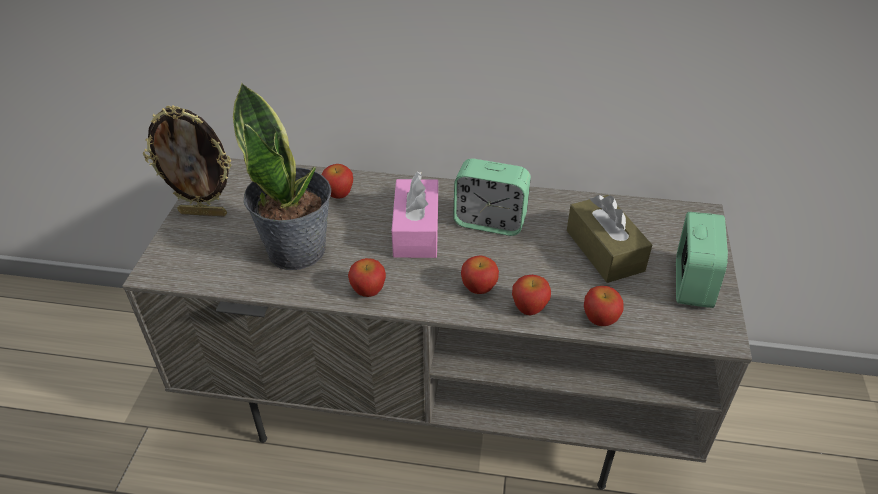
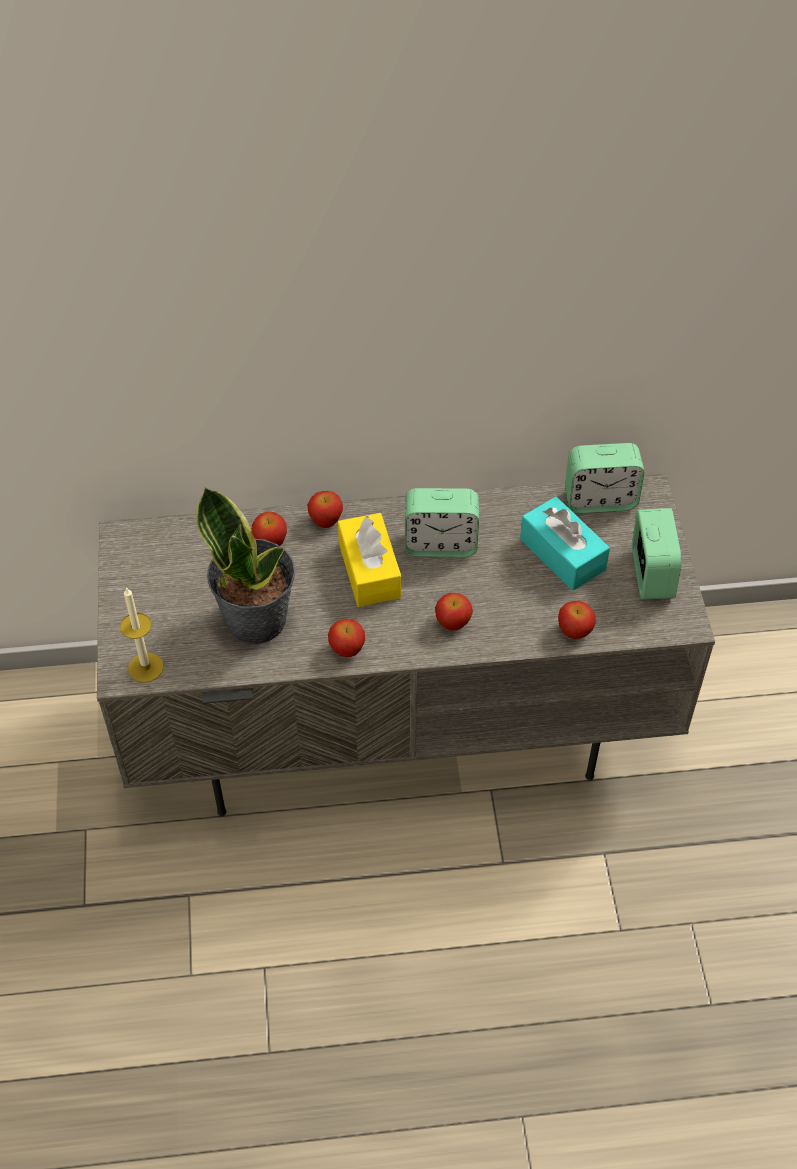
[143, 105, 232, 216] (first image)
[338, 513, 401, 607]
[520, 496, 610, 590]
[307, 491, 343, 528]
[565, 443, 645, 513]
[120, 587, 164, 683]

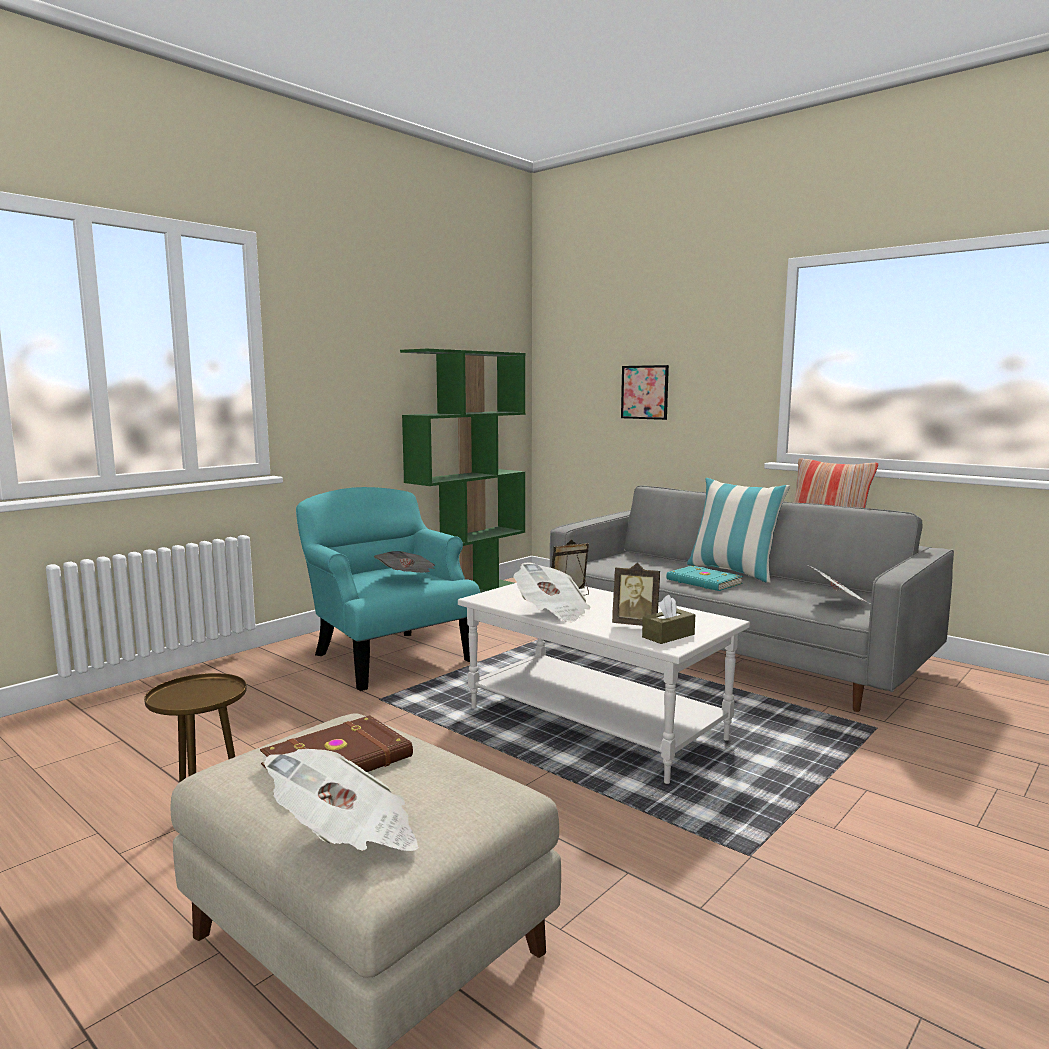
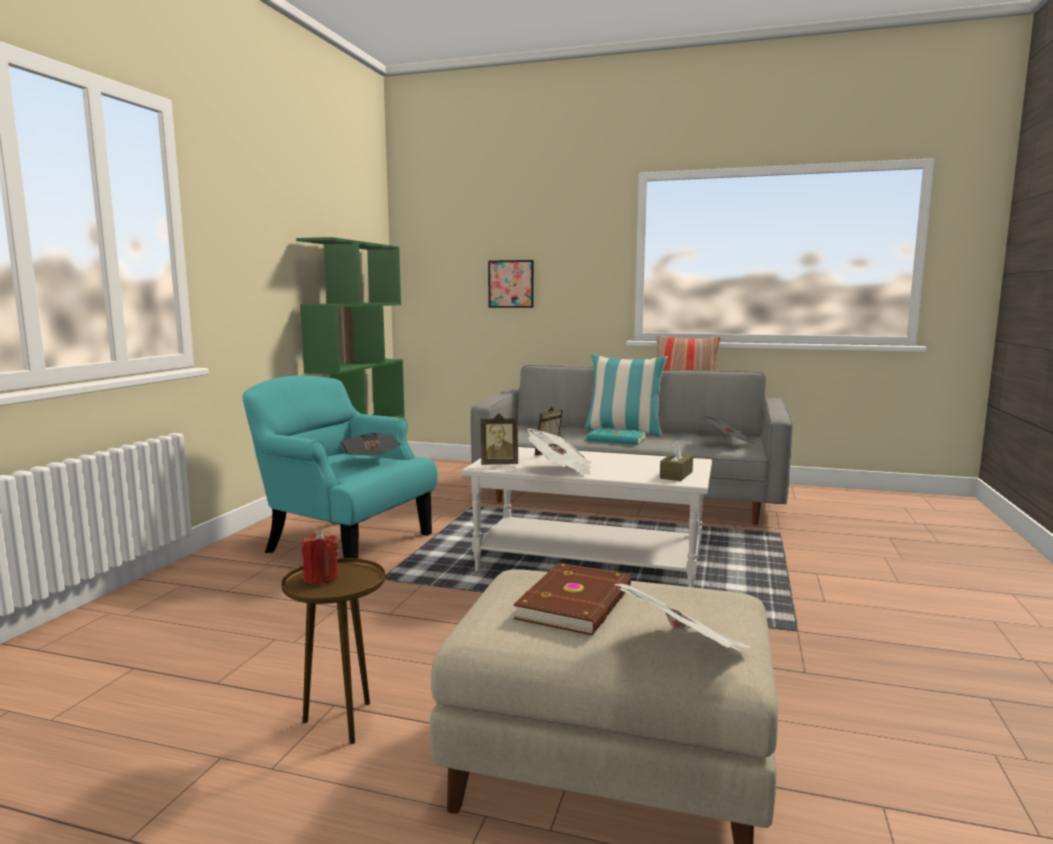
[480, 413, 518, 465]
[302, 531, 338, 584]

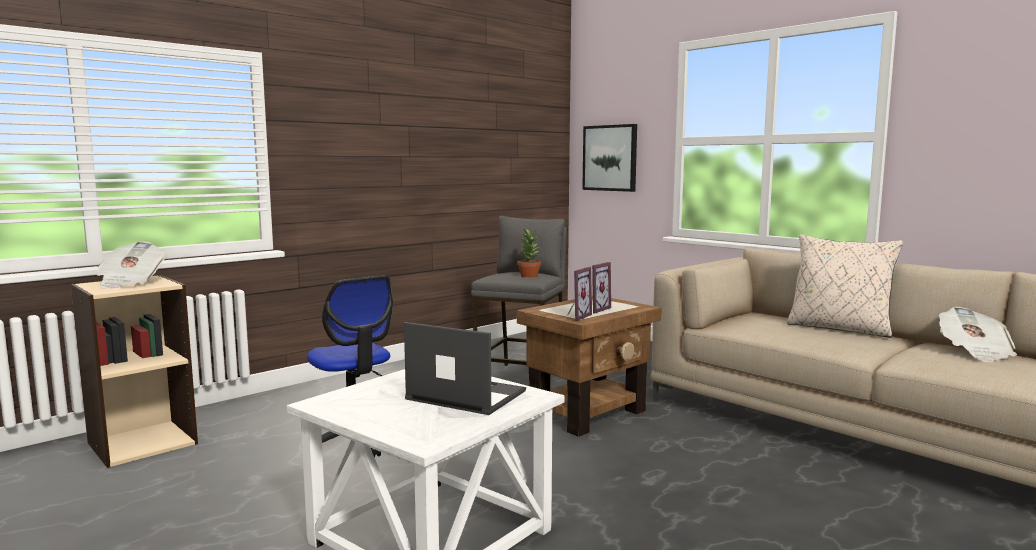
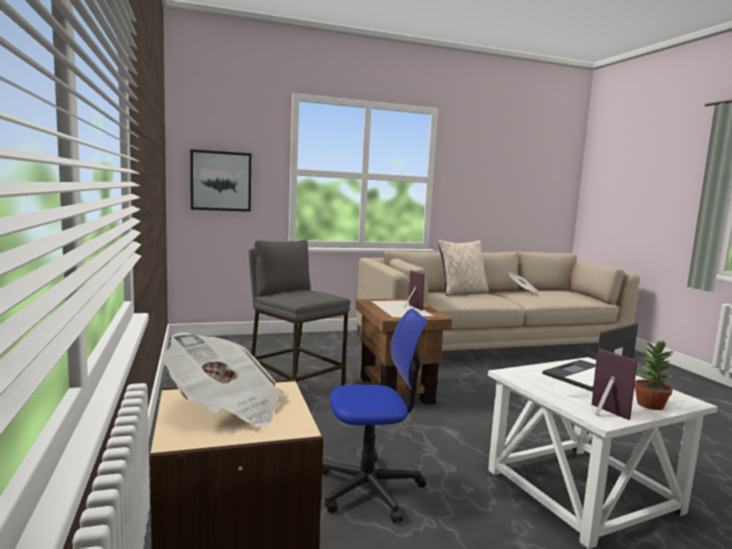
[634, 340, 674, 410]
[592, 349, 637, 420]

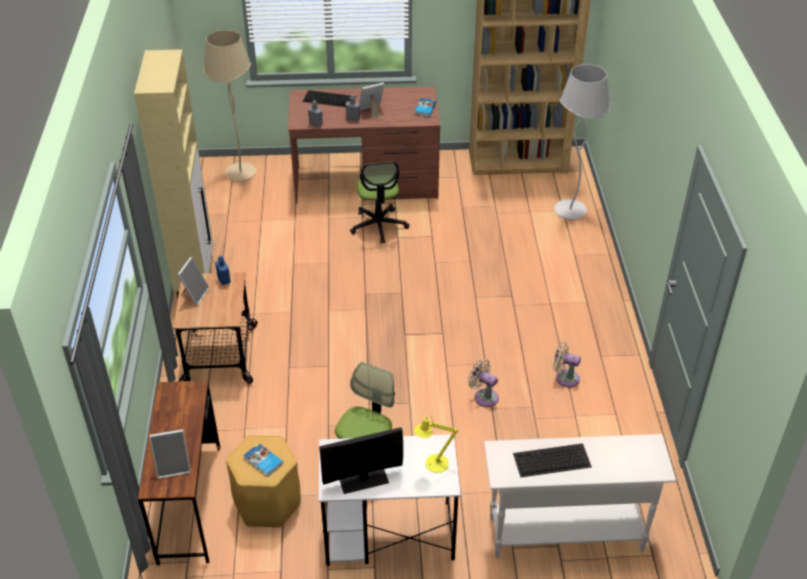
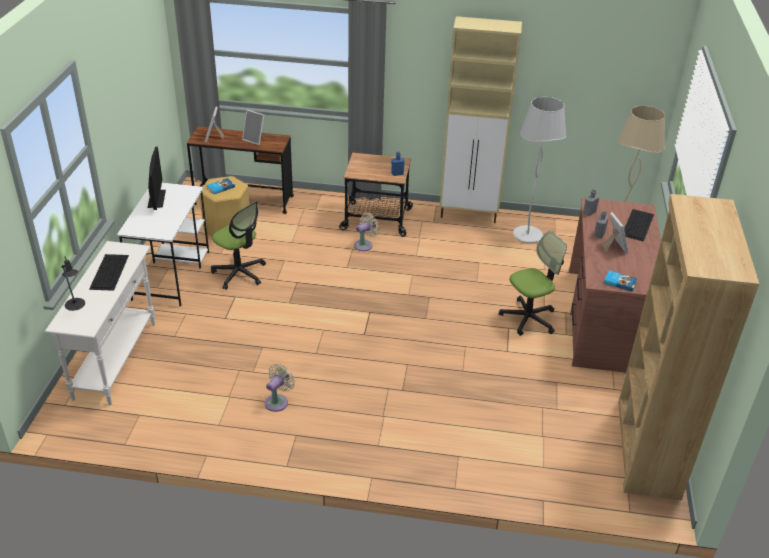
[513, 97, 566, 243]
[499, 231, 567, 336]
[242, 110, 264, 145]
[354, 213, 379, 251]
[414, 415, 458, 473] (first image)
[61, 257, 85, 311]

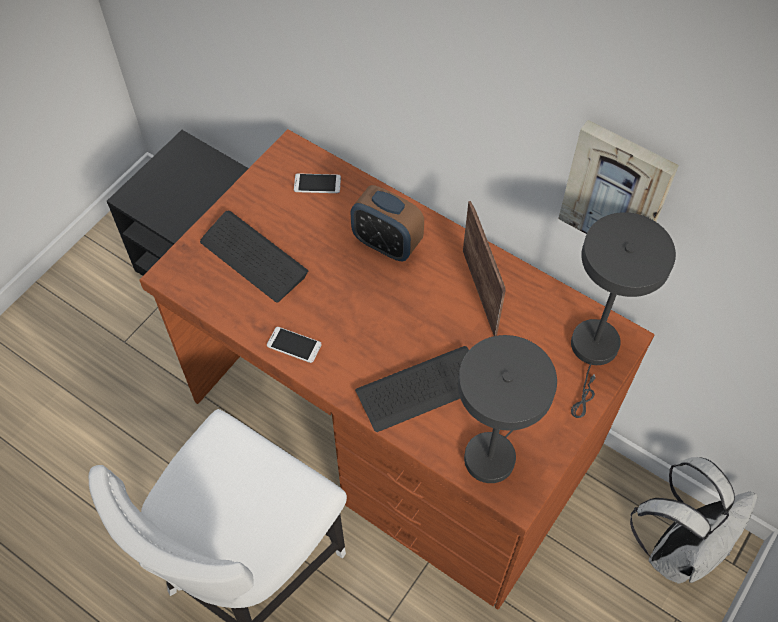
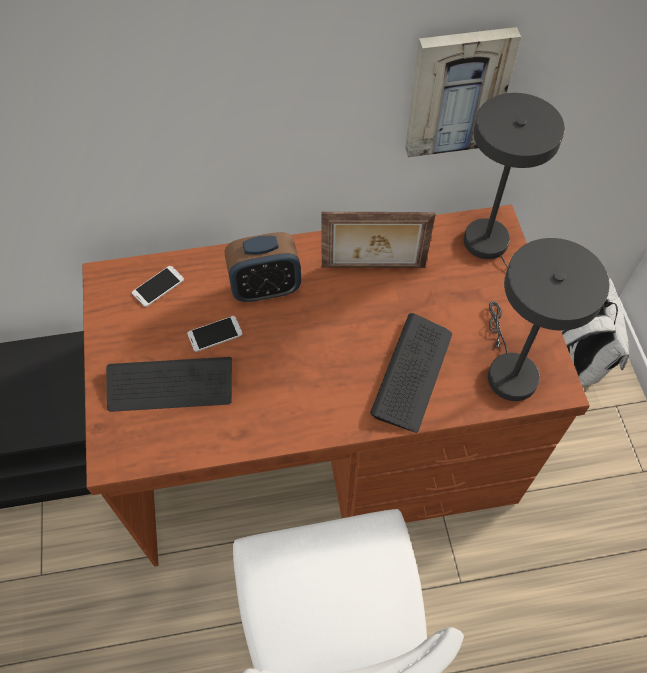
[321, 212, 436, 268]
[187, 316, 243, 352]

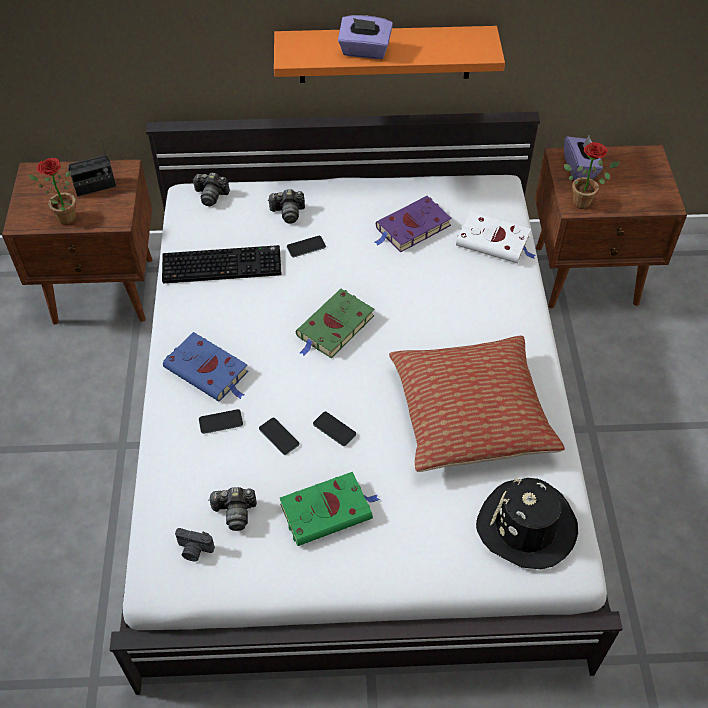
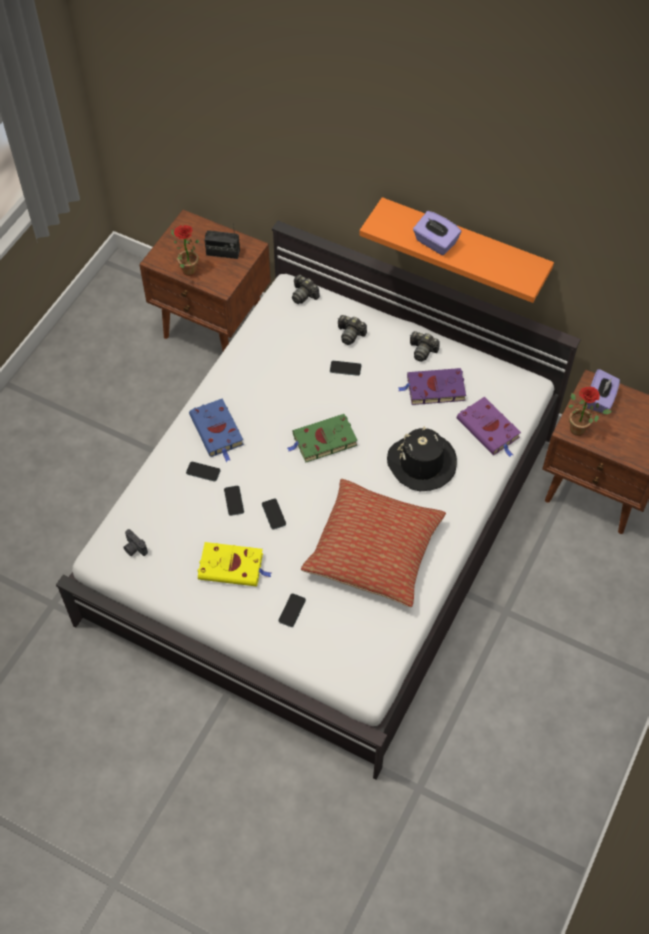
[457, 397, 521, 457]
[162, 245, 282, 284] (first image)
[198, 542, 271, 587]
[387, 426, 457, 491]
[410, 331, 440, 362]
[278, 594, 306, 627]

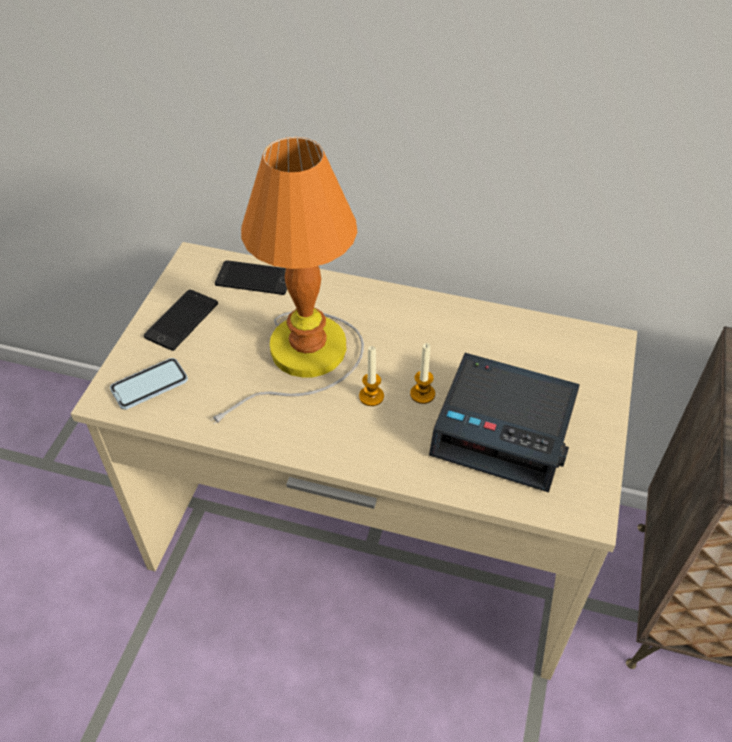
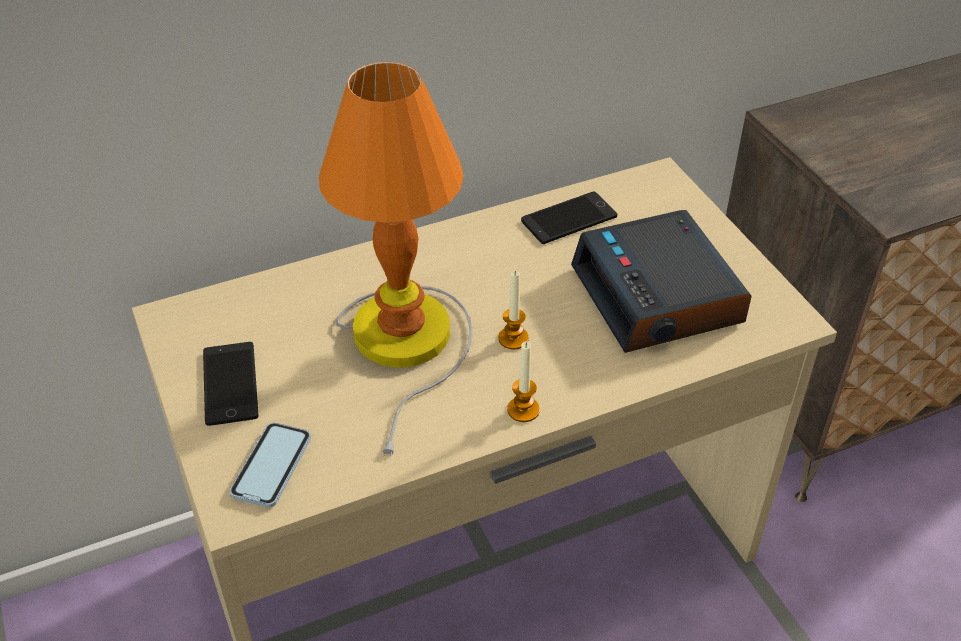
[521, 192, 617, 244]
[507, 341, 540, 422]
[571, 210, 752, 353]

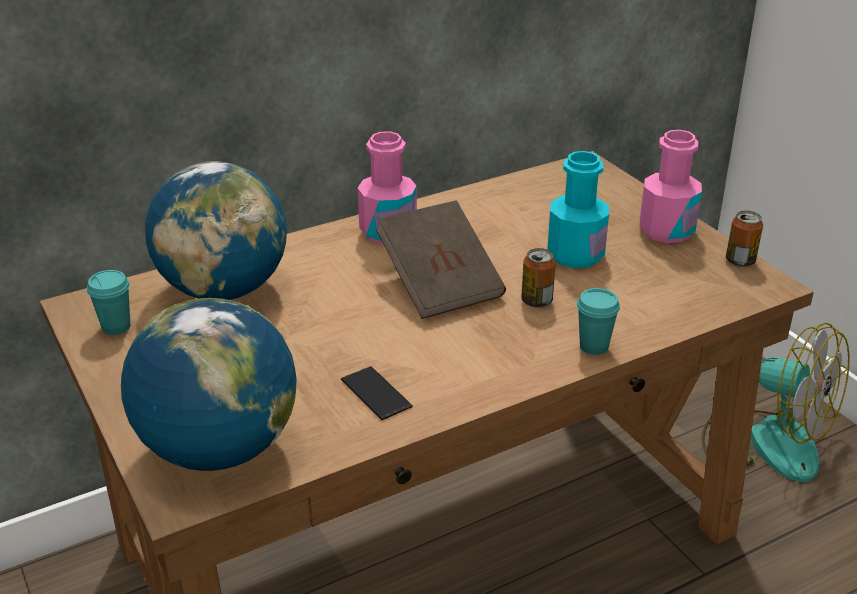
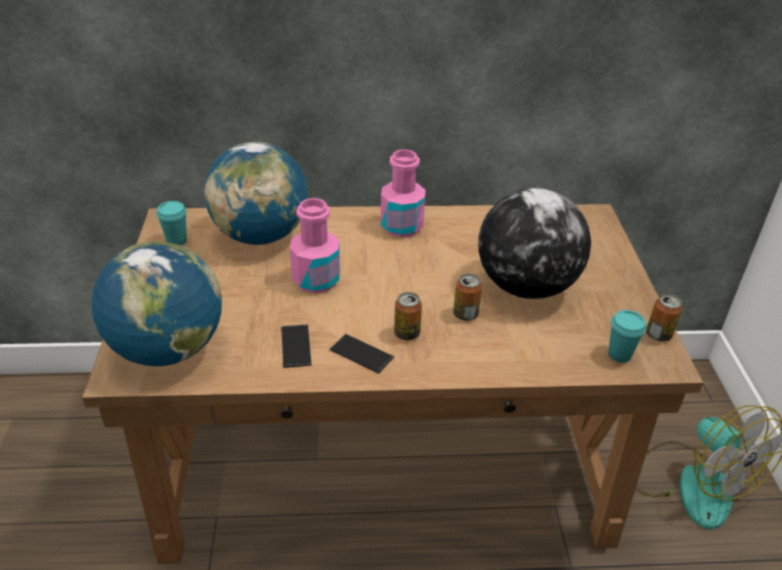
[290, 198, 340, 293]
[479, 188, 591, 299]
[376, 200, 506, 319] (first image)
[608, 310, 646, 363]
[394, 292, 422, 340]
[330, 334, 394, 374]

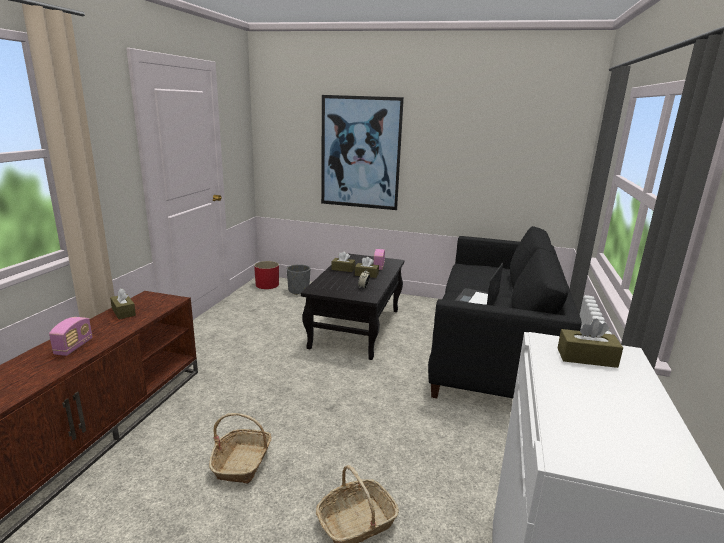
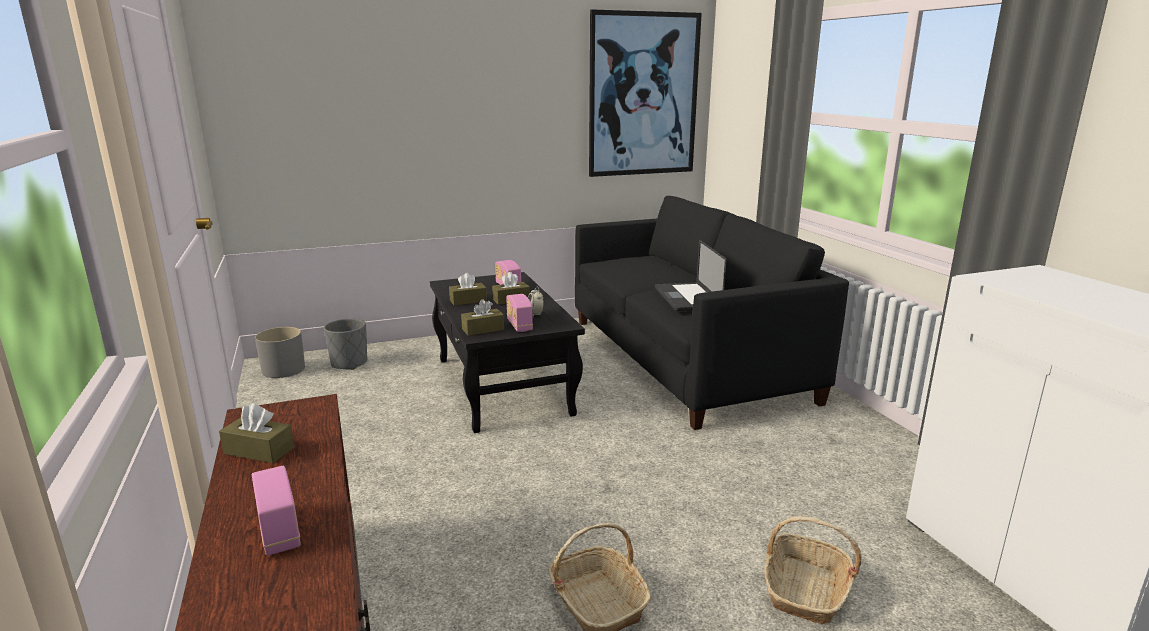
[589, 10, 702, 177]
[255, 327, 305, 378]
[461, 299, 504, 336]
[506, 294, 533, 332]

